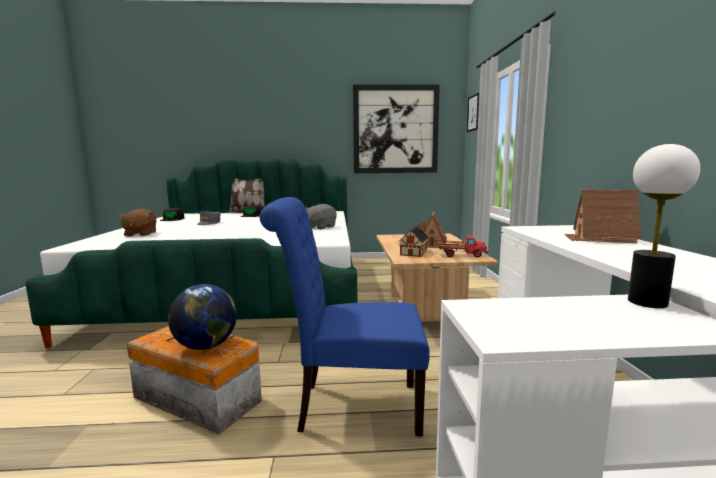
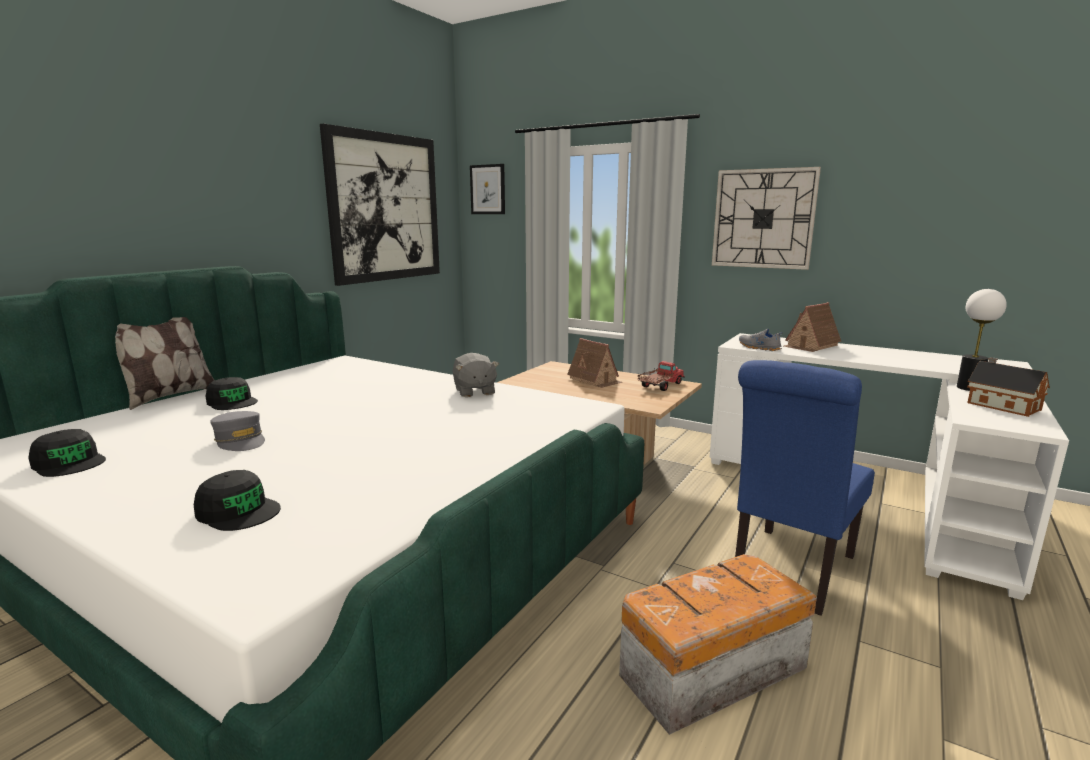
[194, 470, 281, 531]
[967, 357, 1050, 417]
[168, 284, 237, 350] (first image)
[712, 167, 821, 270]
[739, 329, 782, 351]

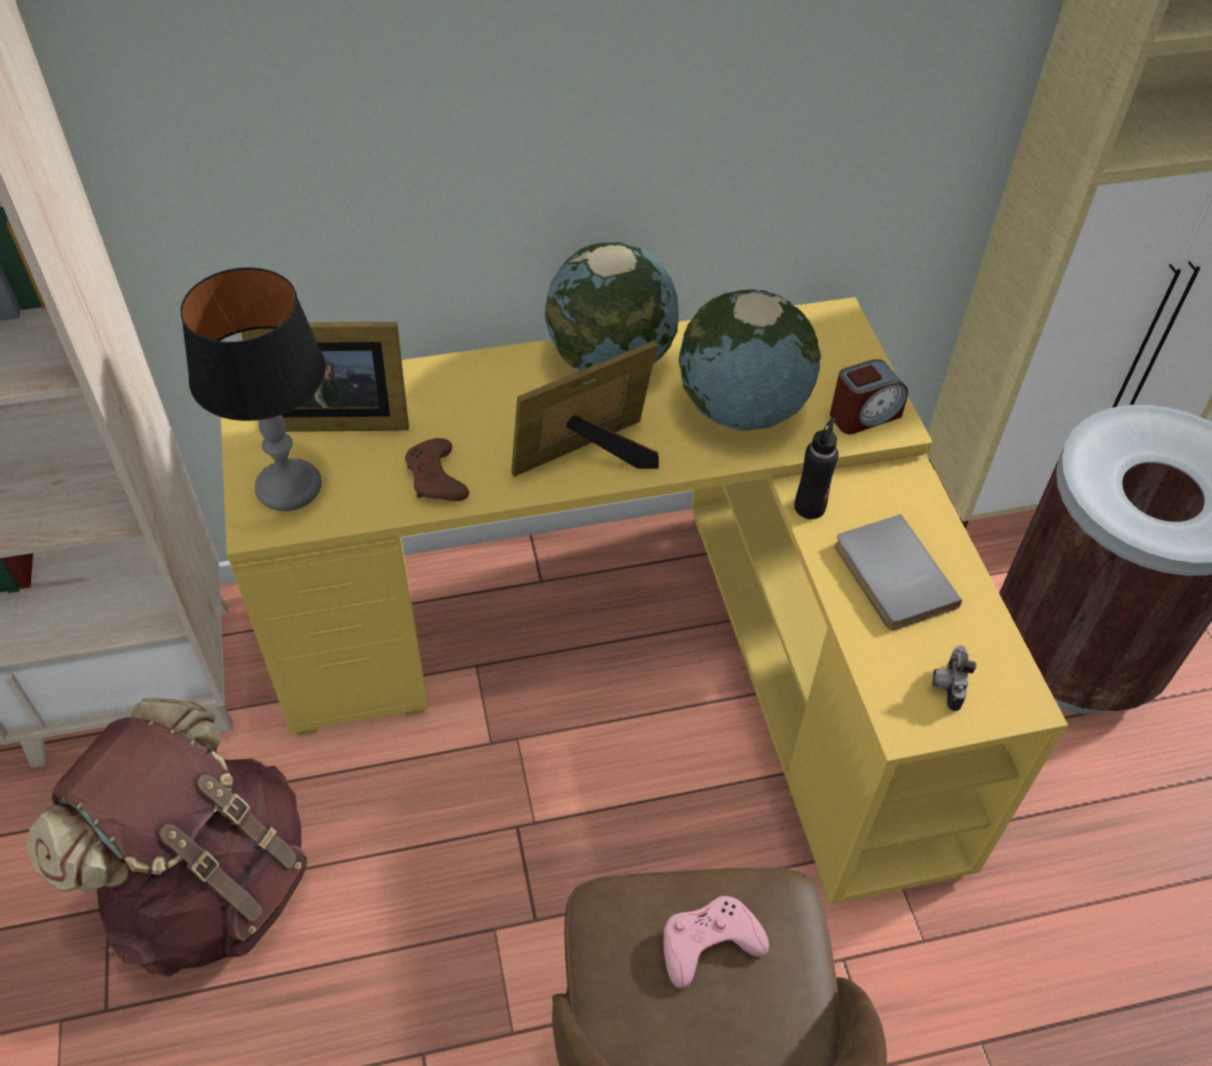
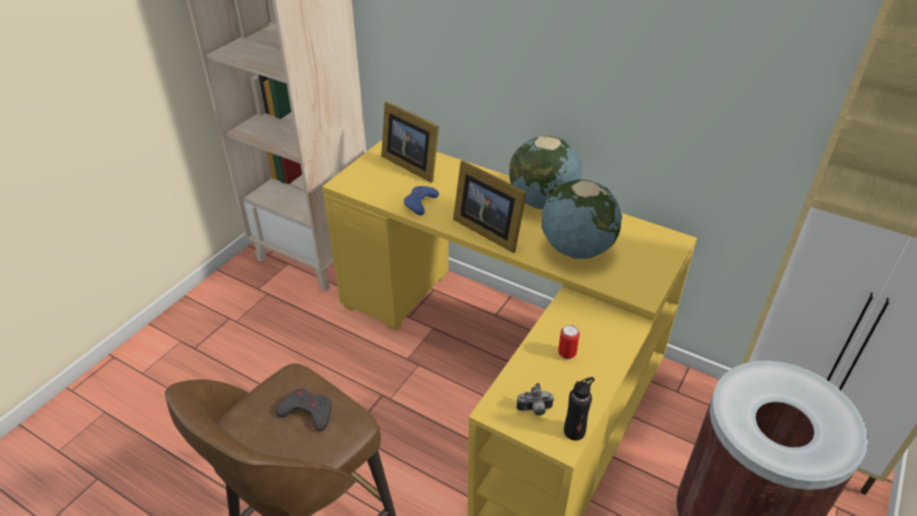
[180, 267, 326, 511] (first image)
[453, 160, 527, 253]
[830, 359, 908, 434] (first image)
[564, 377, 595, 441]
[404, 186, 439, 215]
[558, 325, 580, 360]
[517, 383, 554, 416]
[27, 698, 307, 977] (first image)
[276, 389, 331, 431]

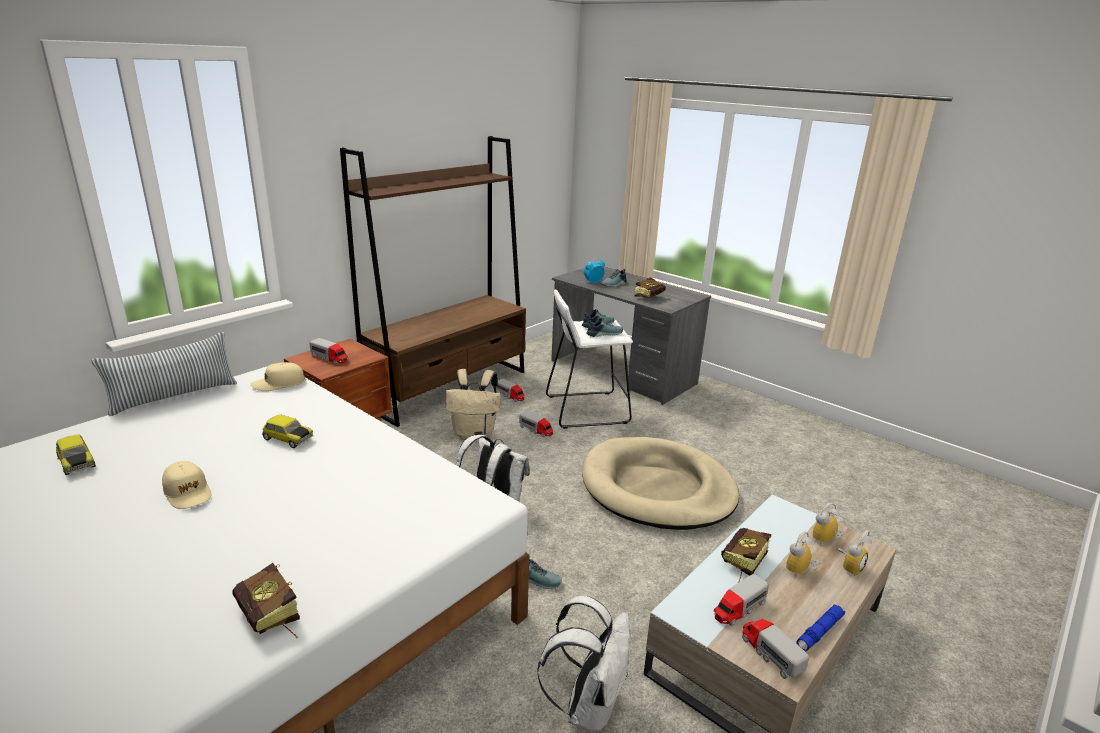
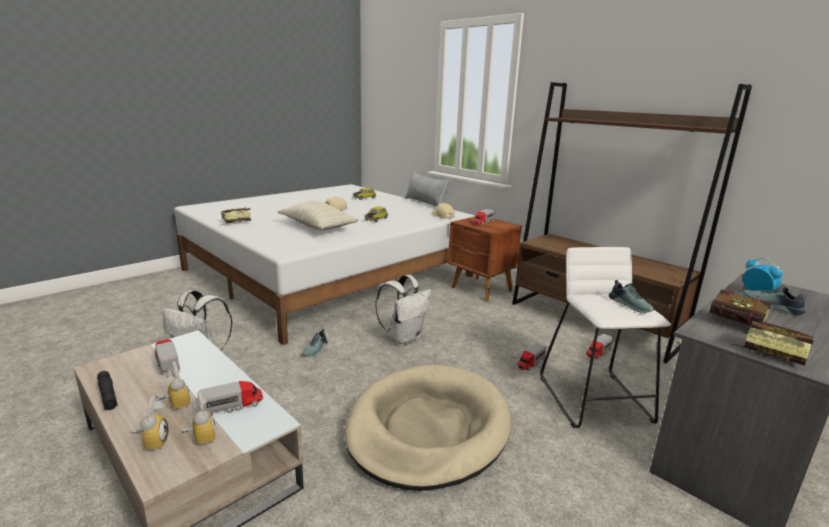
[586, 318, 623, 337] (first image)
[446, 369, 501, 440] (first image)
[729, 321, 814, 366]
[131, 395, 169, 450]
[97, 371, 118, 410]
[198, 381, 263, 416]
[278, 201, 358, 230]

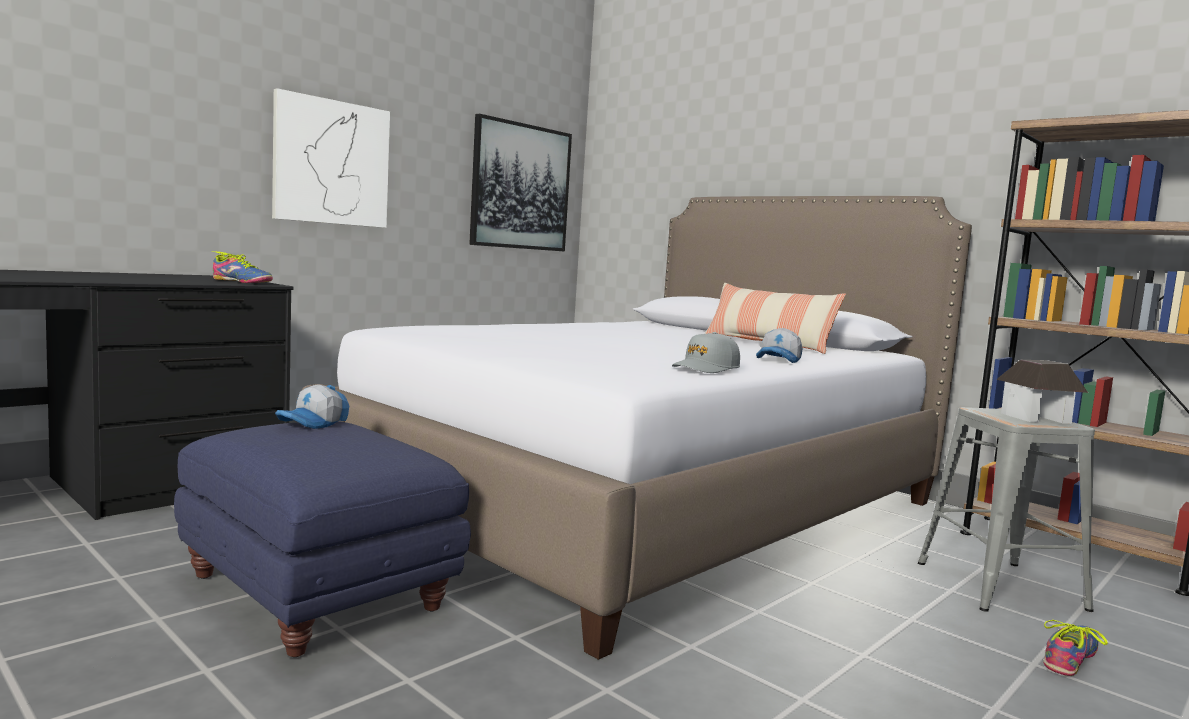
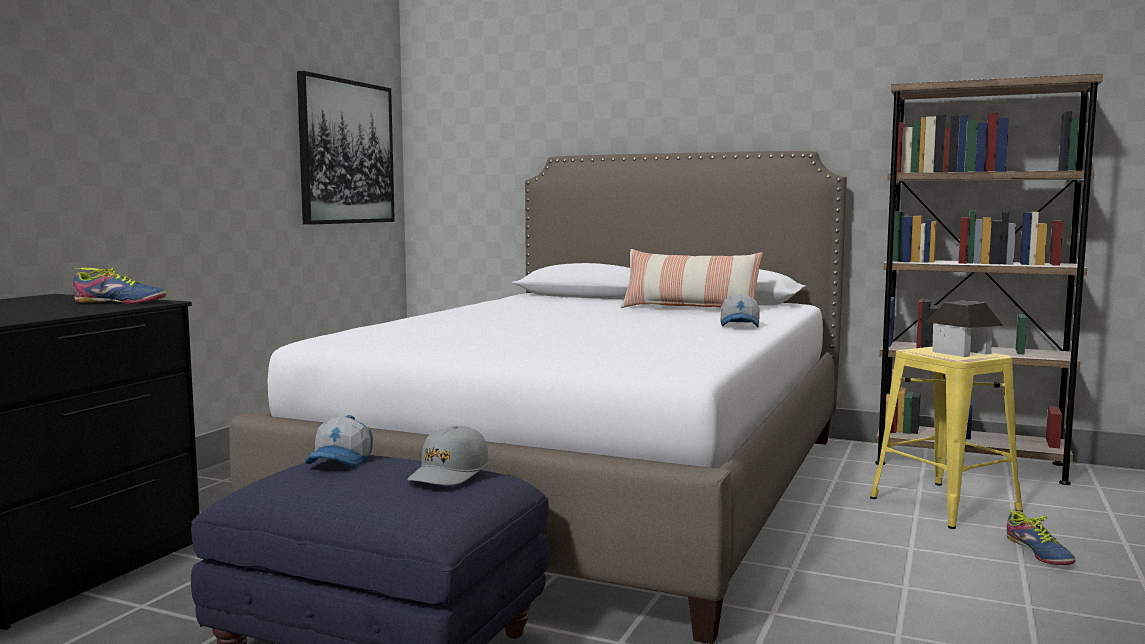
[272, 88, 390, 228] (first image)
[407, 426, 489, 486]
[870, 347, 1023, 529]
[1006, 508, 1075, 565]

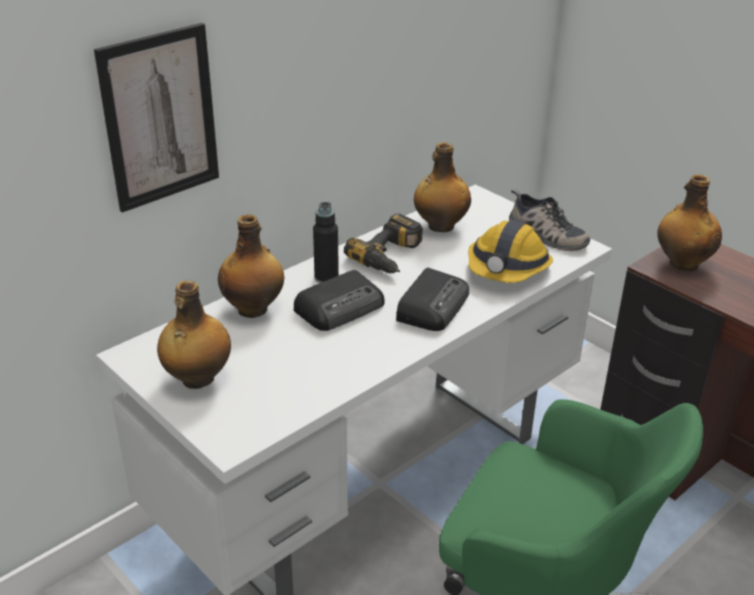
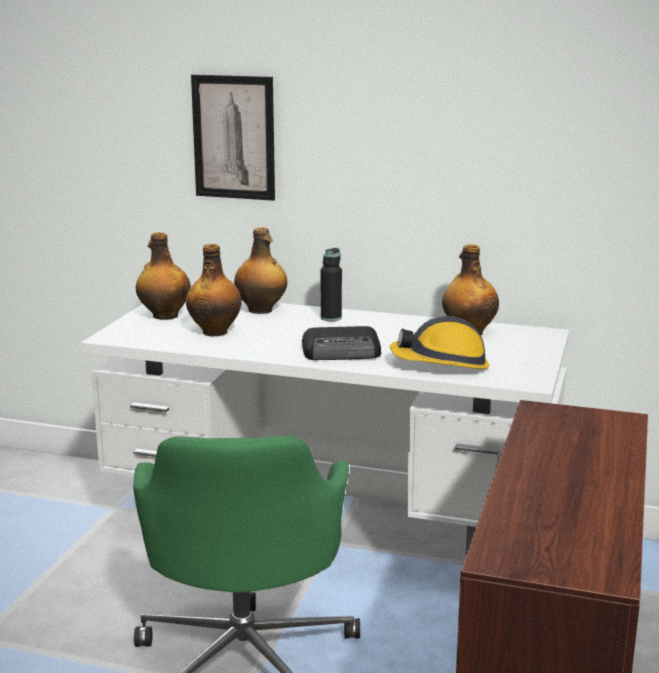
[186, 244, 242, 337]
[509, 189, 590, 251] (first image)
[344, 213, 423, 273] (first image)
[294, 270, 385, 331] (first image)

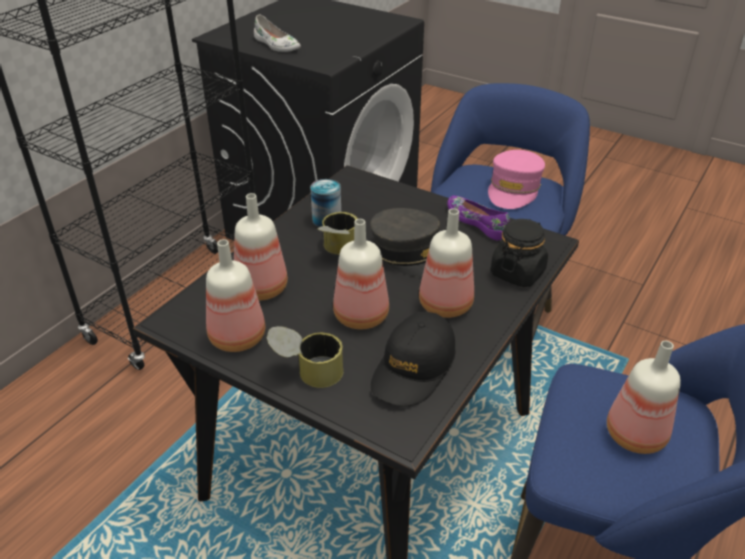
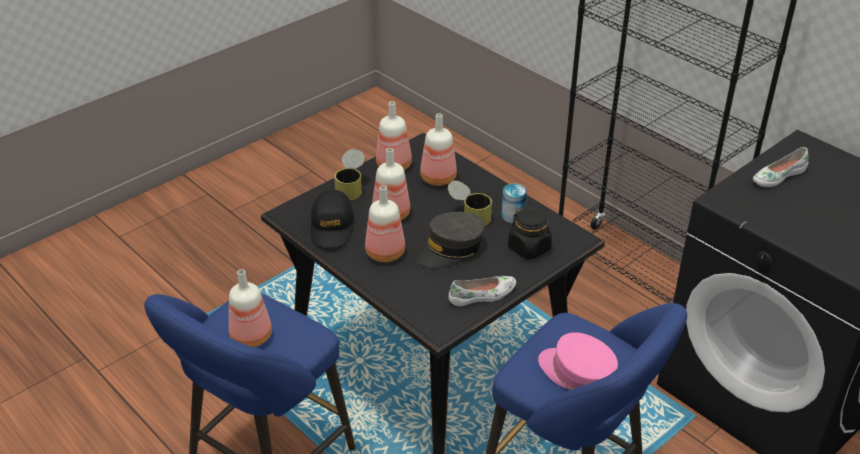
[448, 276, 516, 306]
[508, 207, 552, 260]
[311, 189, 354, 247]

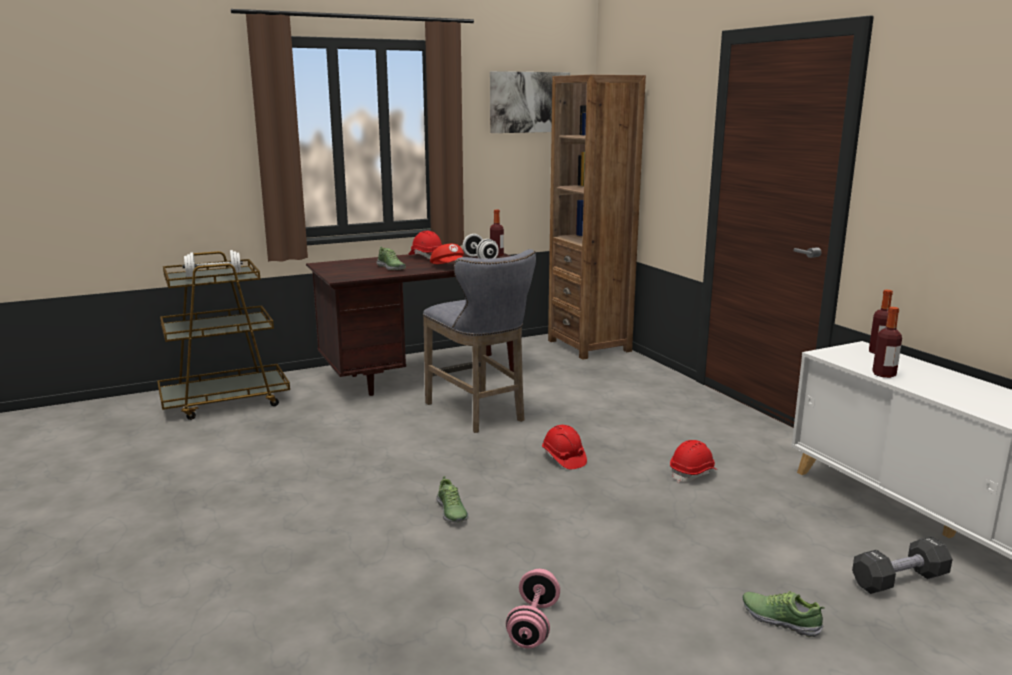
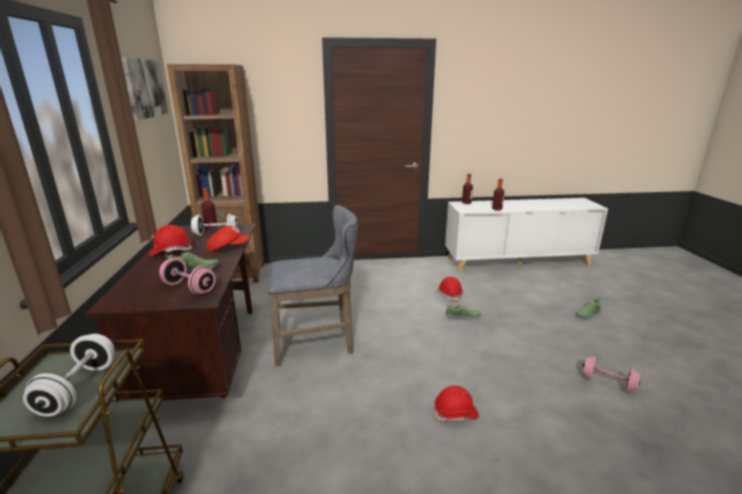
[434, 386, 479, 421]
[445, 304, 481, 320]
[852, 536, 953, 594] (first image)
[159, 258, 216, 295]

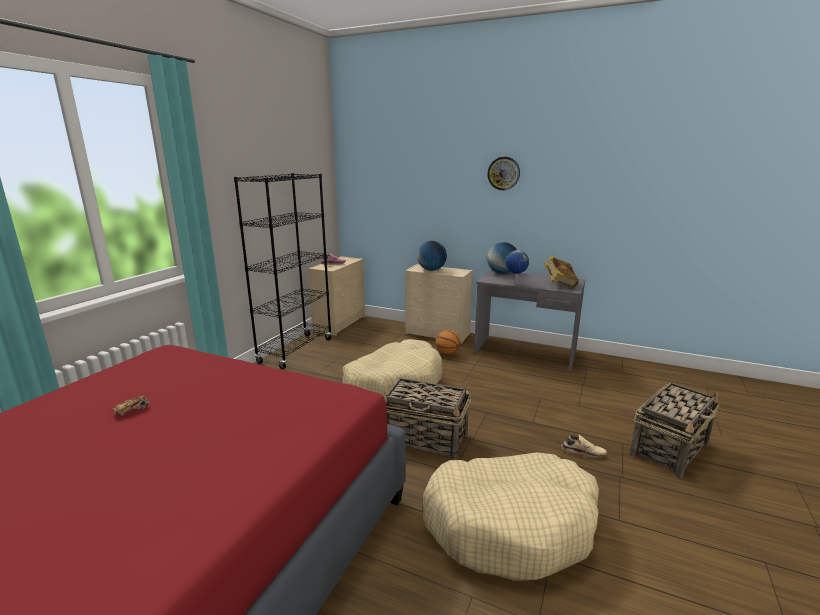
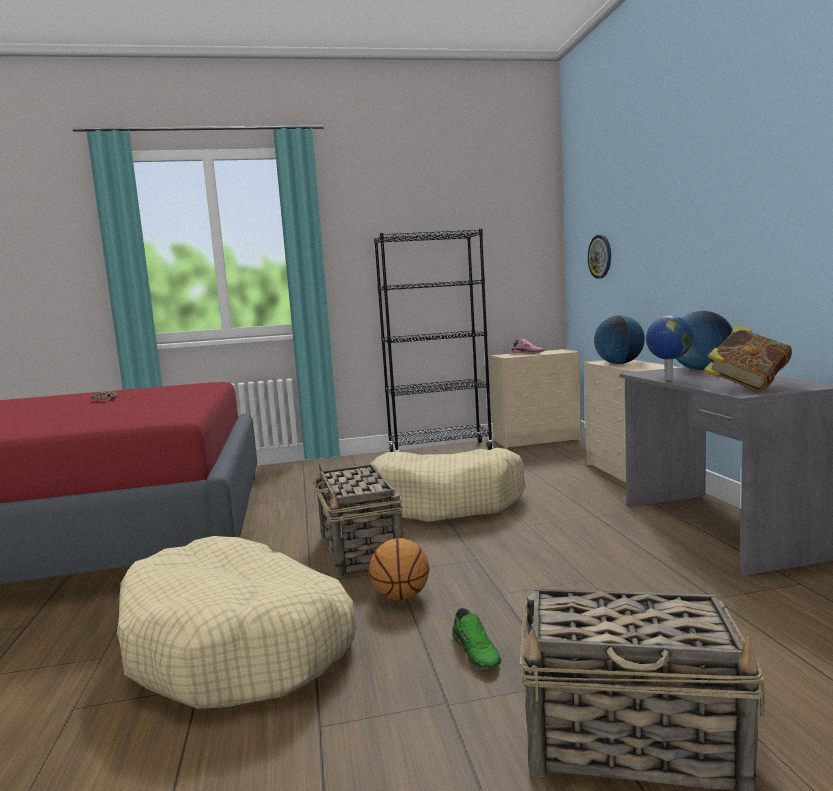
[588, 235, 611, 279]
[369, 538, 429, 601]
[452, 608, 501, 670]

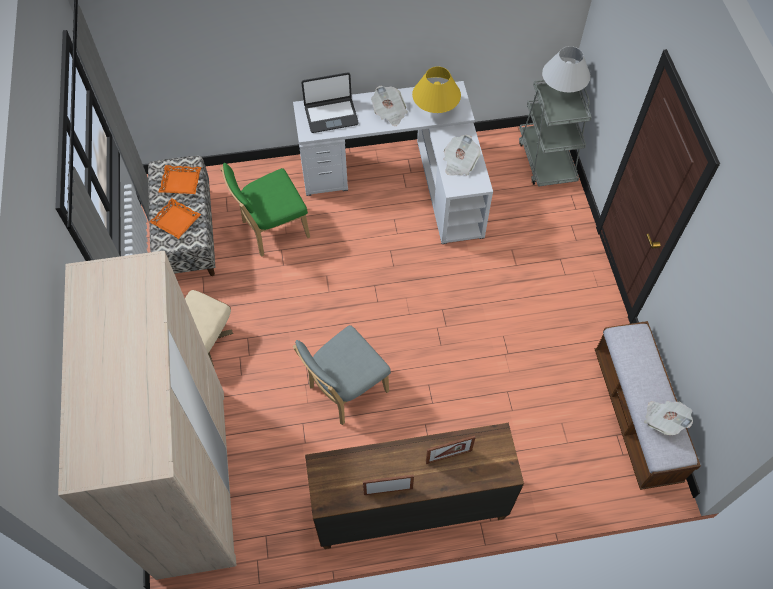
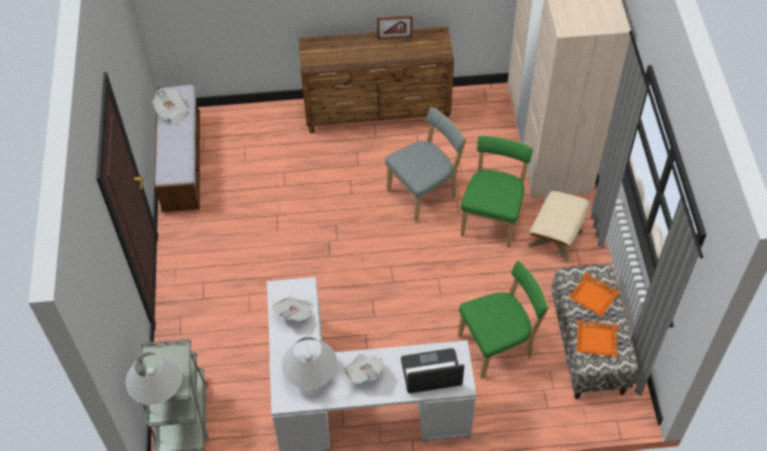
[282, 337, 337, 389]
[426, 435, 476, 464] (first image)
[461, 135, 533, 248]

